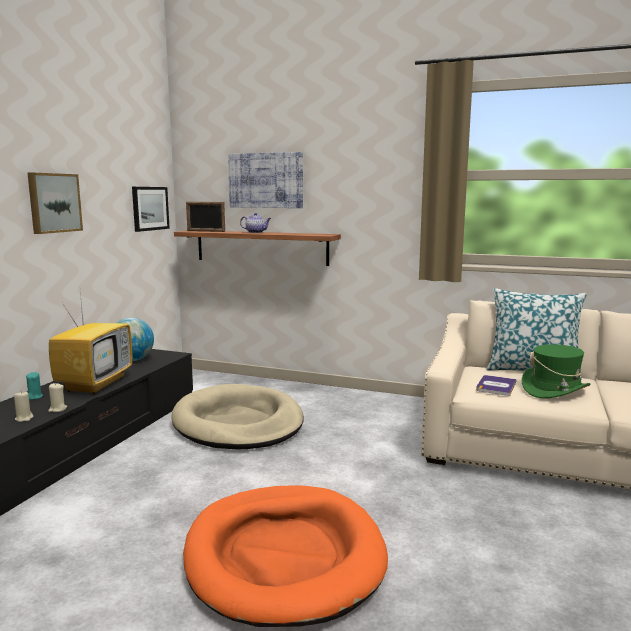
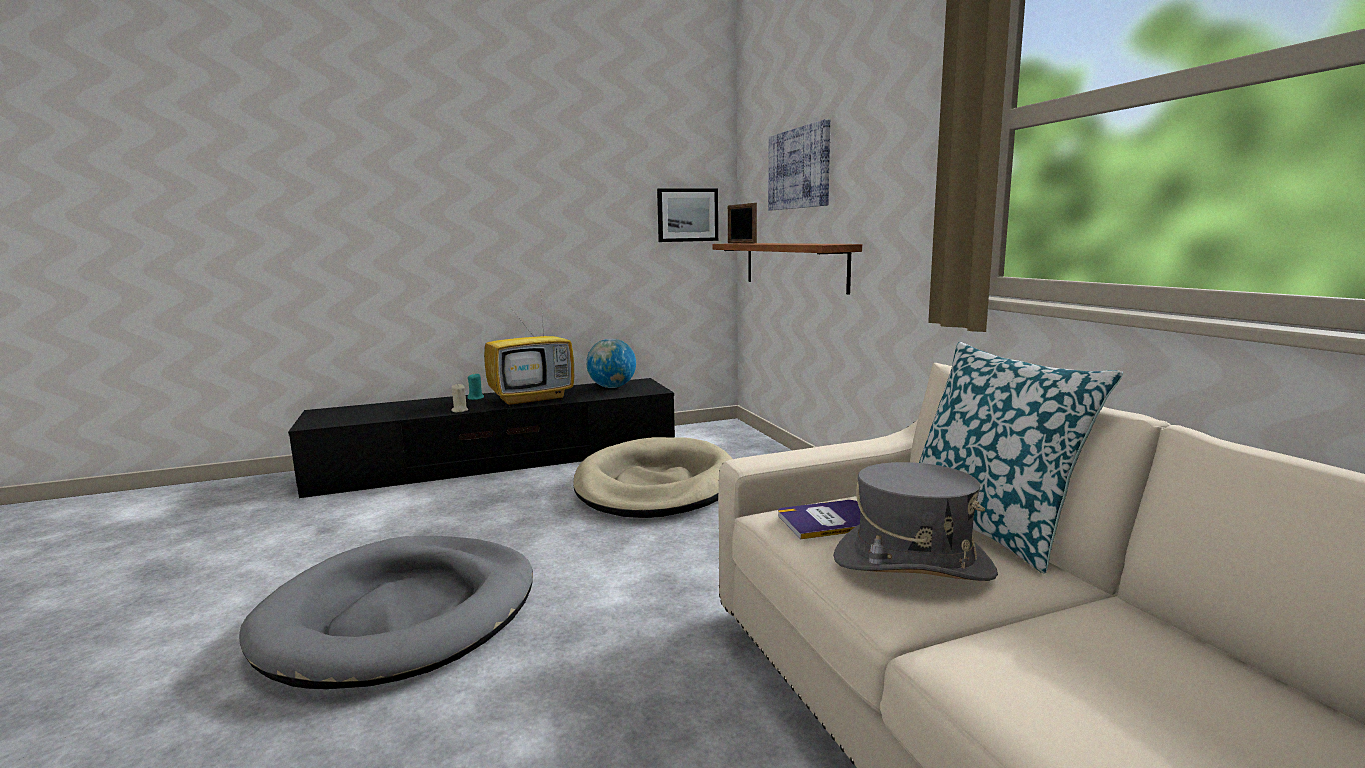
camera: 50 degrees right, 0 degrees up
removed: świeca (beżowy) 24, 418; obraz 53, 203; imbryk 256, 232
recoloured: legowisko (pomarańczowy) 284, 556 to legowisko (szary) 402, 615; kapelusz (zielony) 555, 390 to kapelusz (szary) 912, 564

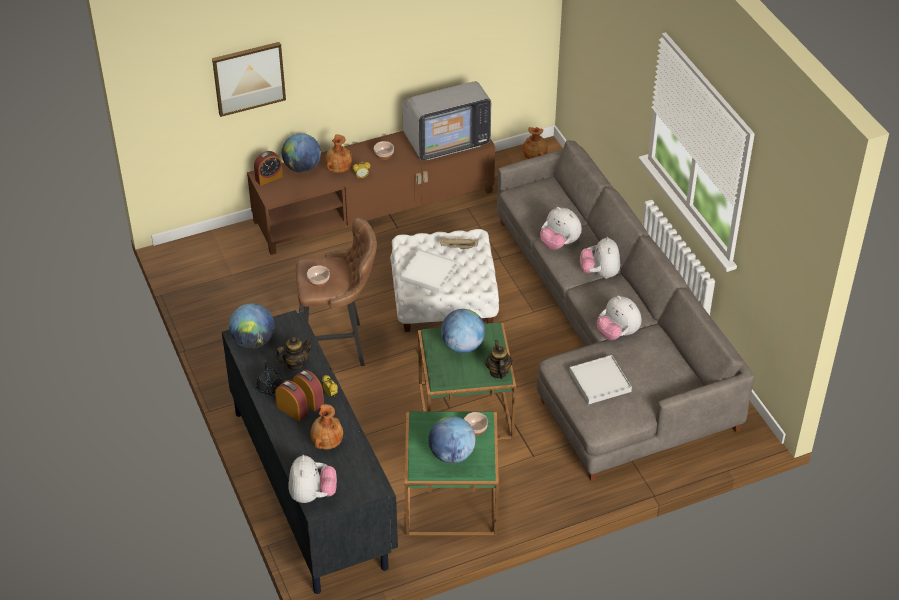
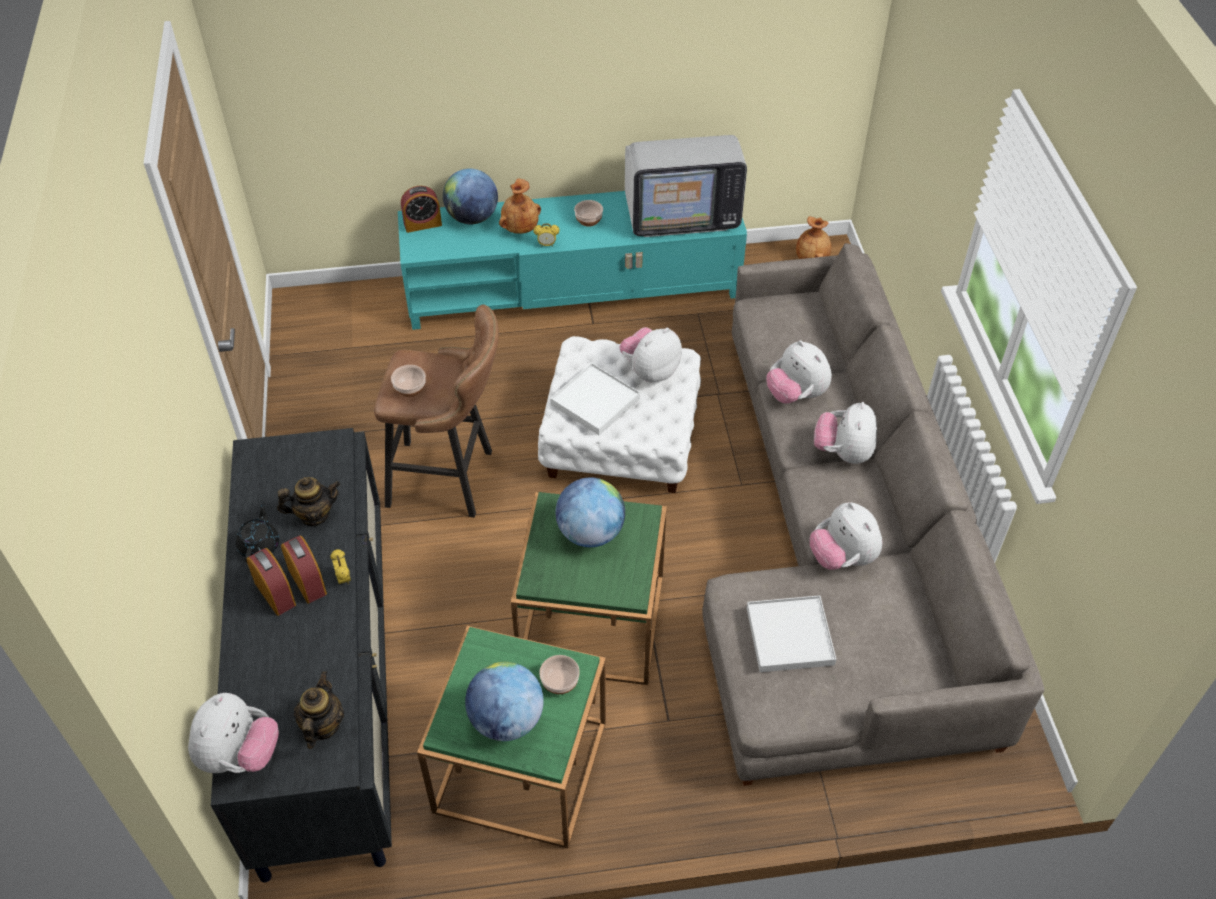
camera: 15 degrees right, 5 degrees up
removed: obraz 248, 78; globus 253, 341; wazon (brązowy) 326, 442
moved: imbryk 498, 372 to 322, 726
replaced: taca (beżowy) 458, 247 to pluszak 650, 371
recoloured: szafka pod telewizor (brązowy) 375, 206 to szafka pod telewizor (turkusowy) 574, 288

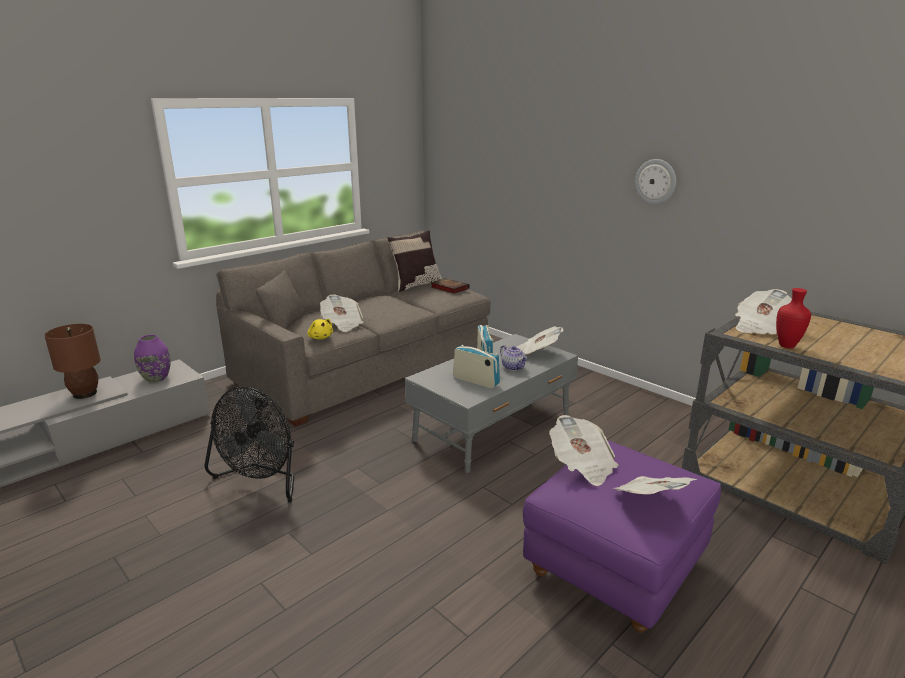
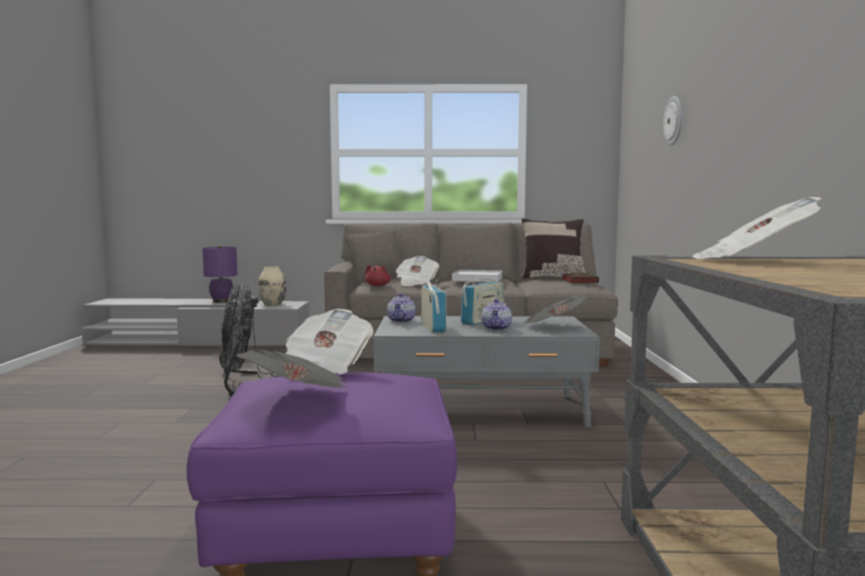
camera: 45 degrees right, 15 degrees down
removed: wazon (czerwony) 788, 346
added: imbryk 401, 321; taca (biały) 477, 279
moved: zegar ścienny 656, 181 to 674, 121
recoloured: lampa stołowa (brązowy) 85, 393 to lampa stołowa (fioletowy) 221, 301; wazon (fioletowy) 156, 378 to wazon (beżowy) 272, 304; pluszak (żółty) 320, 337 to pluszak (czerwony) 378, 286

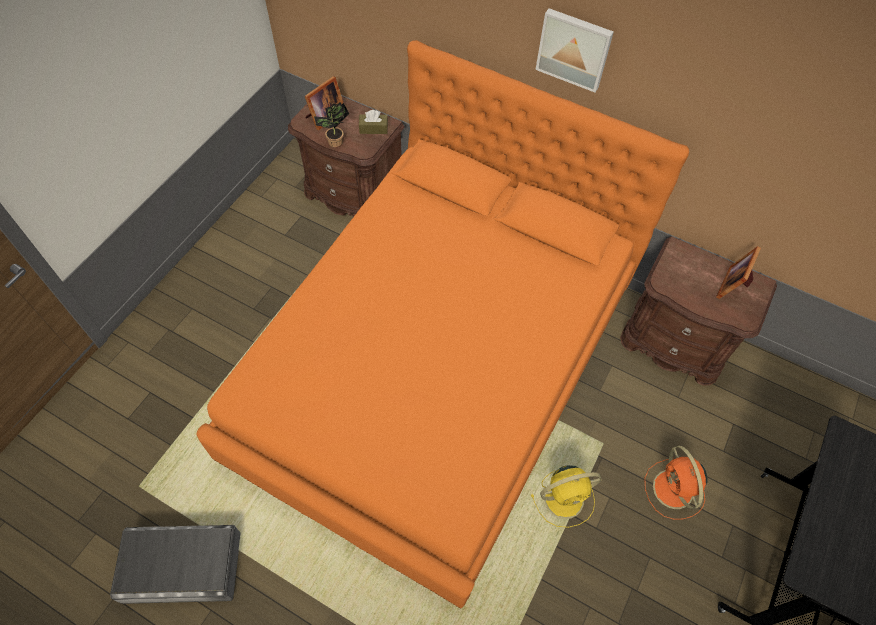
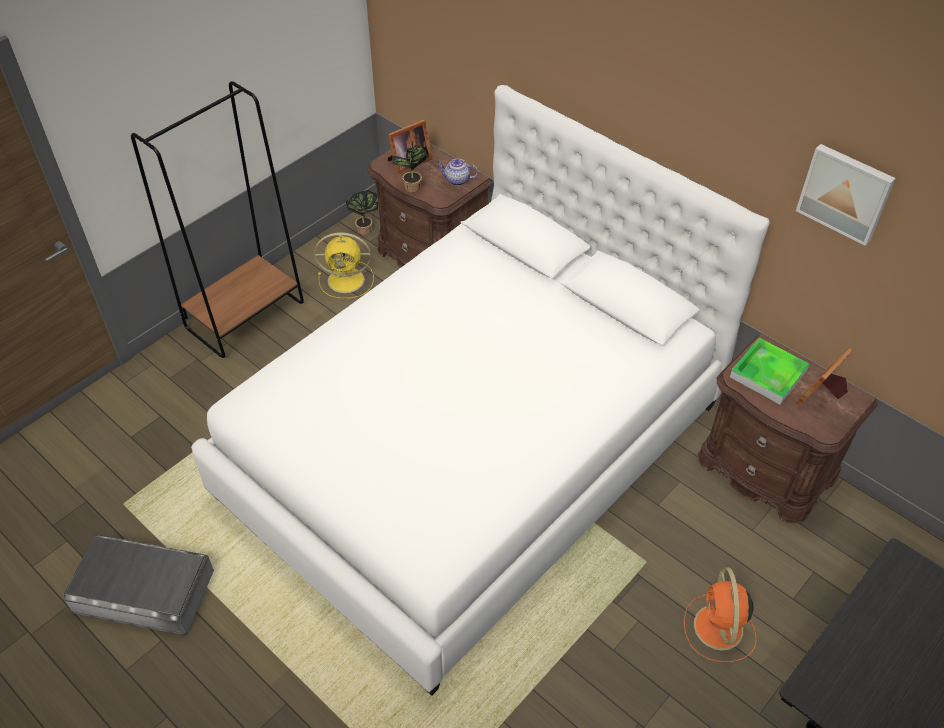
camera: 15 degrees right, 10 degrees down
added: wieszak 245, 316; roślina doniczkowa 365, 228; taca 768, 374
moved: wentylator (żółty) 565, 497 to 347, 280; obraz 574, 49 to 845, 192
replaced: pudełko chusteczek (brązowy) 373, 128 to imbryk 457, 180
recoloured: łóżko (pomarańczowy) 436, 370 to łóżko (biały) 473, 449

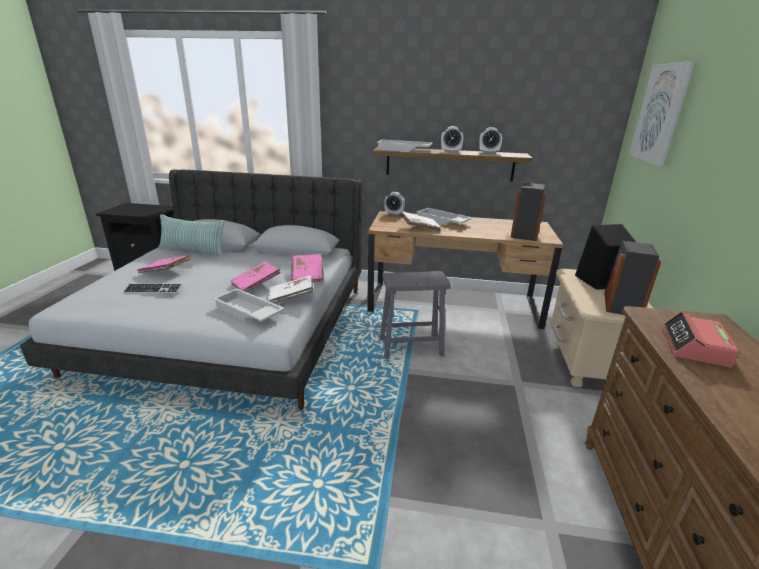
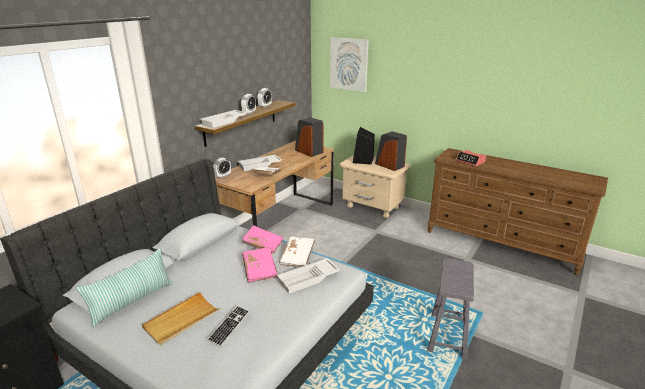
camera: 65 degrees left, 0 degrees up
moved: stołek (szary) 411, 347 to 448, 336
replaced: książka (różowy) 165, 271 to taca (beżowy) 181, 320

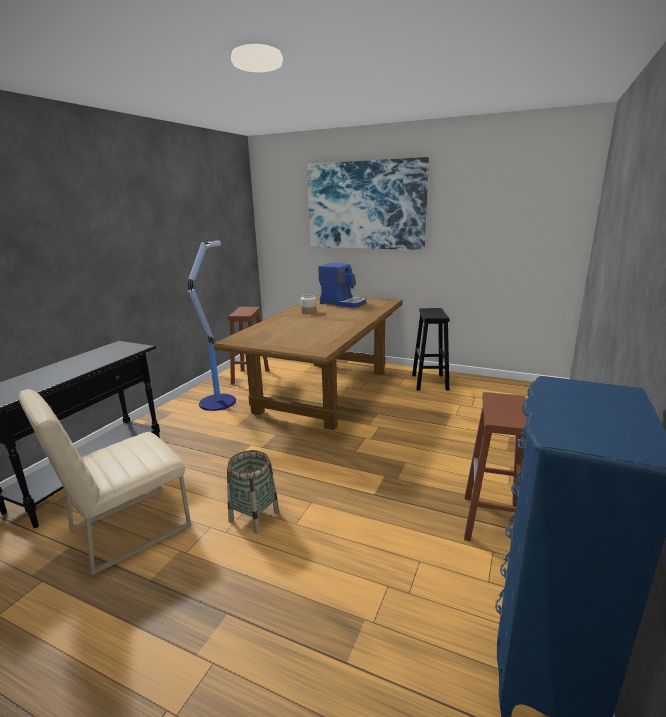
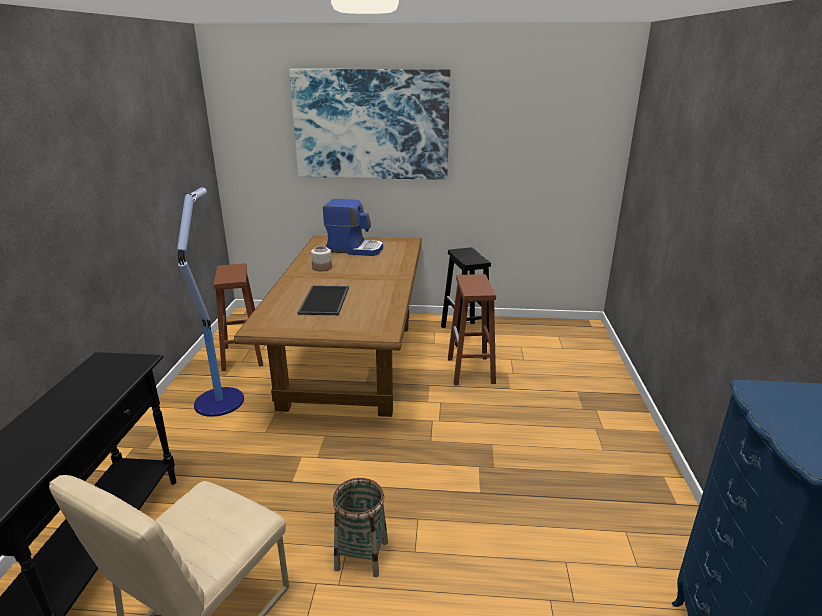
camera: 20 degrees left, 5 degrees up
added: taca 325, 301
moved: stołek (brązowy) 492, 522 to 471, 371

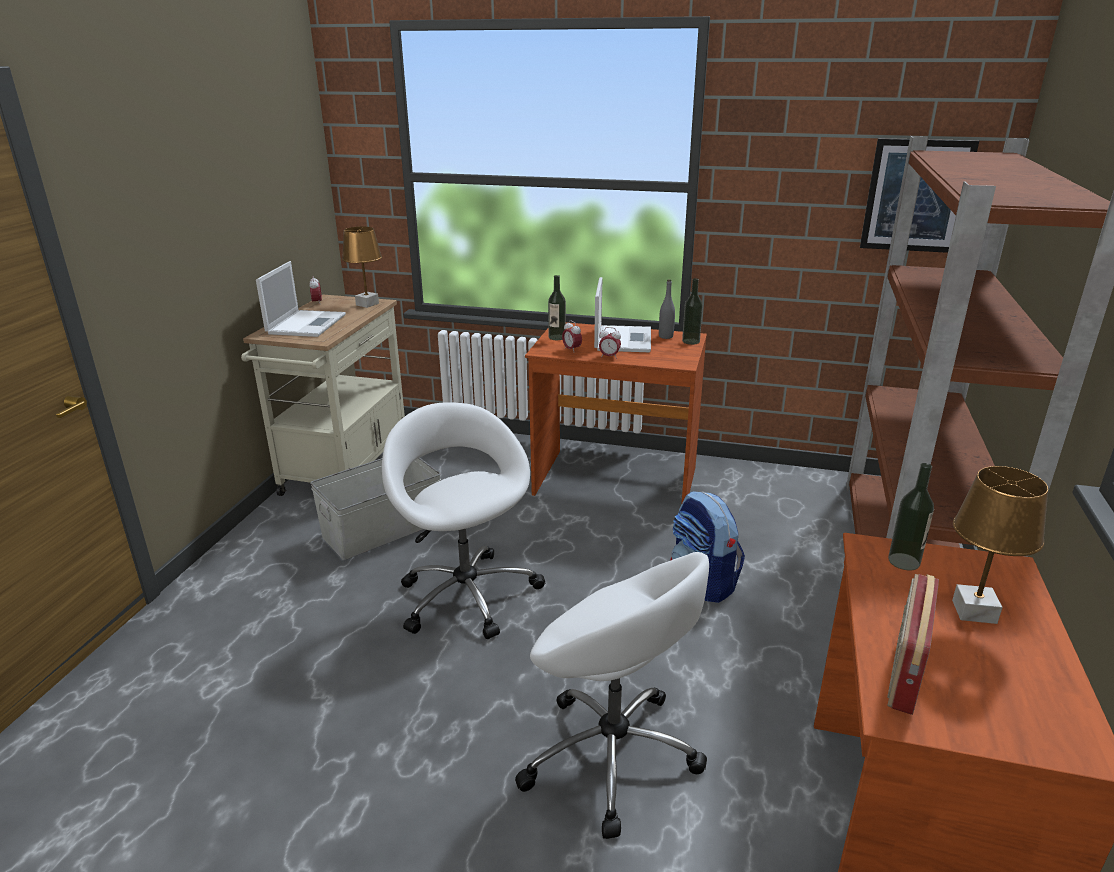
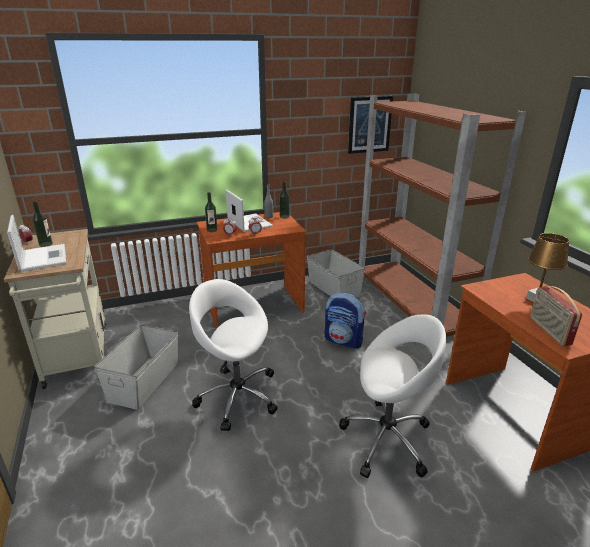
camera: 35 degrees left, 0 degrees up
removed: lampa stołowa (brązowy) 367, 304
added: pojemnik do przechowywania (szary) 334, 288
moved: butelka 904, 561 to 46, 244

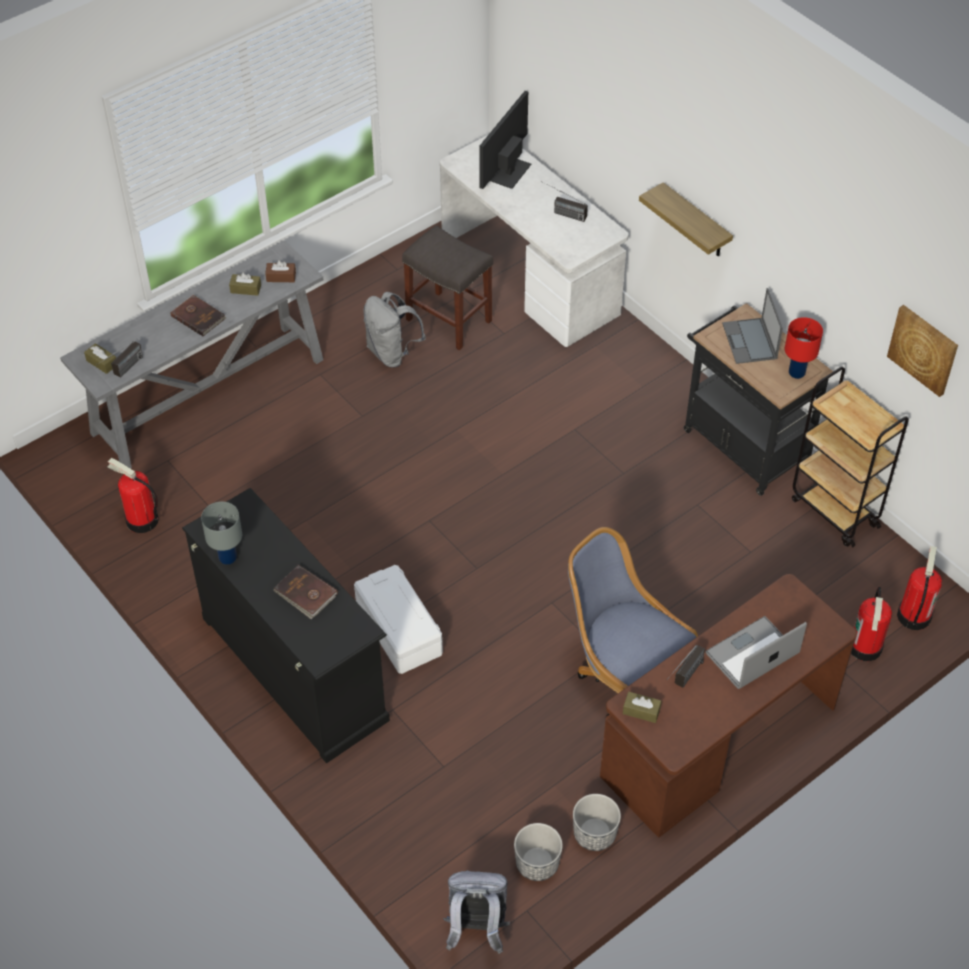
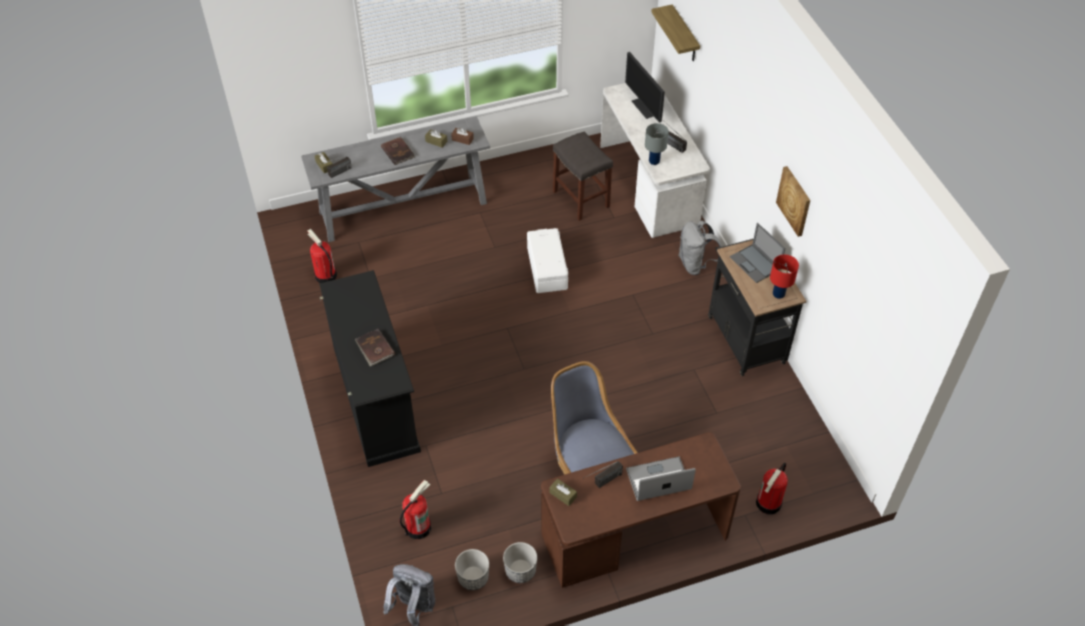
camera: 20 degrees right, 0 degrees up
removed: wózek (brązowy) 835, 513
moved: lampa stołowa (szary) 228, 557 to 654, 161; pojemnik do przechowywania (biały) 397, 629 to 546, 268; plecak (szary) 392, 353 to 695, 264; półka 696, 222 to 685, 35; obraz 923, 349 to 794, 201; gaśnica 913, 615 to 418, 527
turned: monitor 509, 172 = 646, 107 75 degrees counterclockwise; laptop 750, 341 = 755, 263 45 degrees counterclockwise

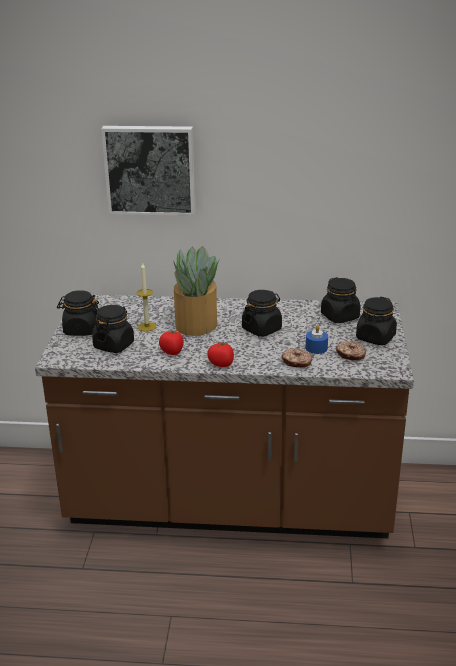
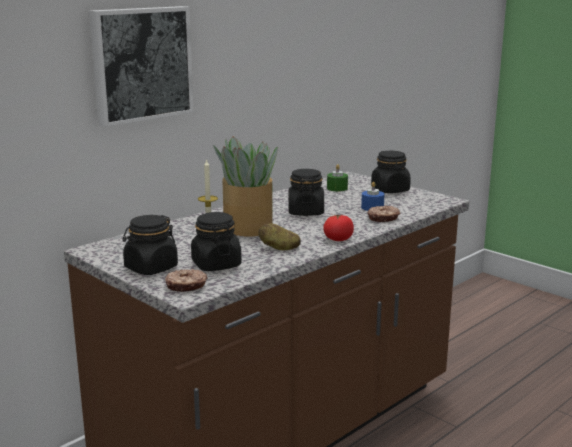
camera: 50 degrees left, 10 degrees down
moved: donut 350, 355 to 186, 286
replaced: pomidor 172, 351 to ziemniak 279, 248; słoik (czarny) 340, 316 to świeca (zielony) 337, 188

